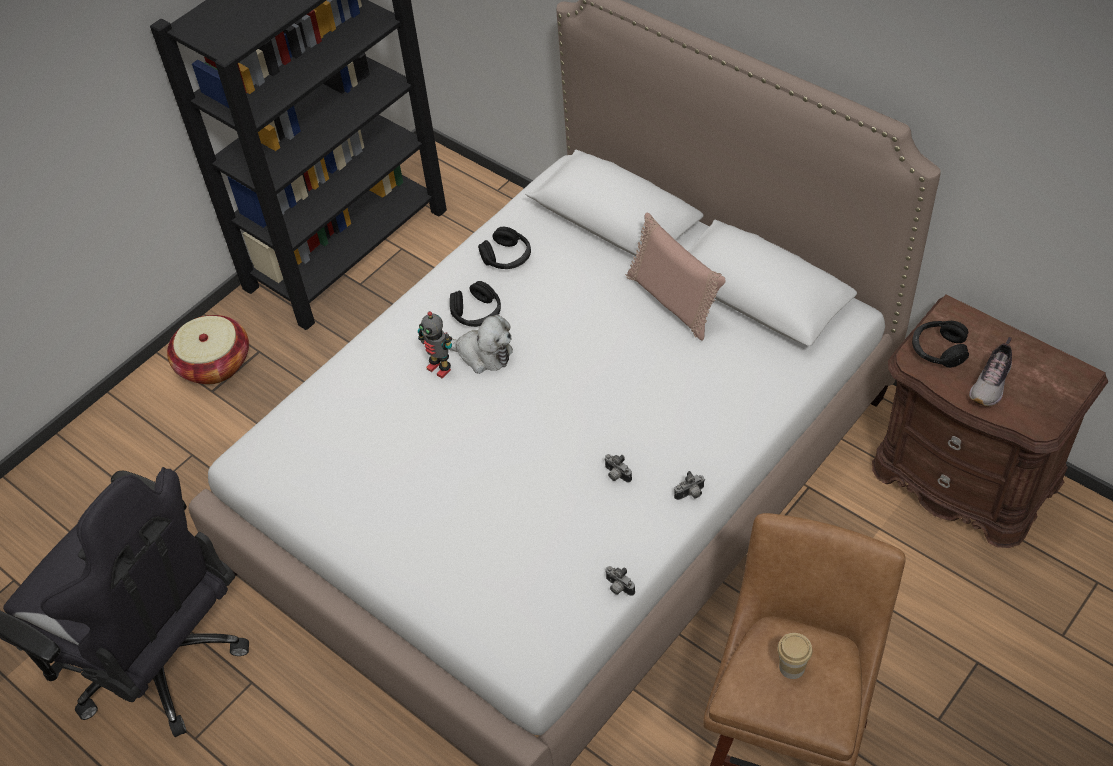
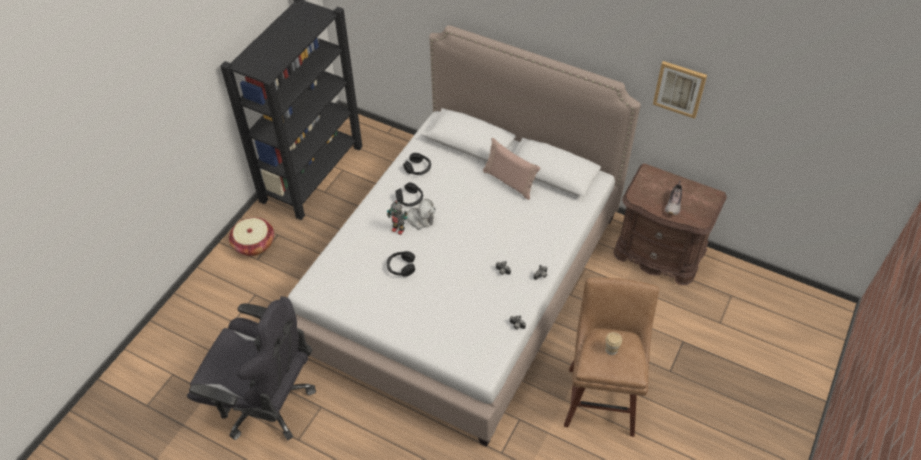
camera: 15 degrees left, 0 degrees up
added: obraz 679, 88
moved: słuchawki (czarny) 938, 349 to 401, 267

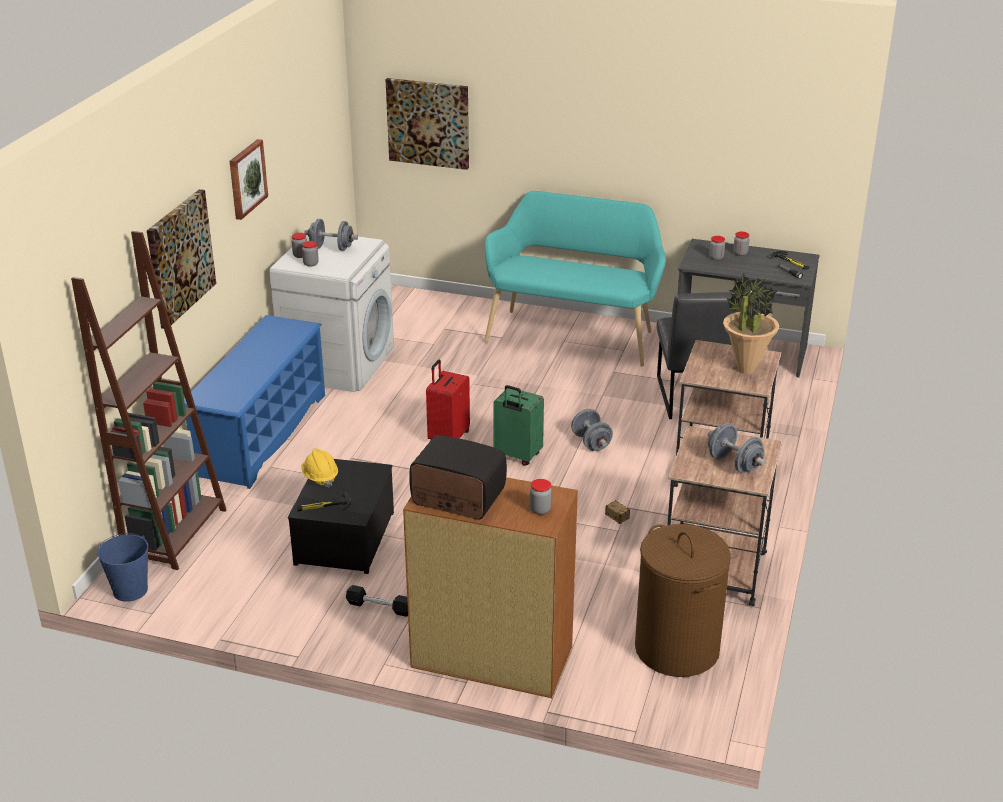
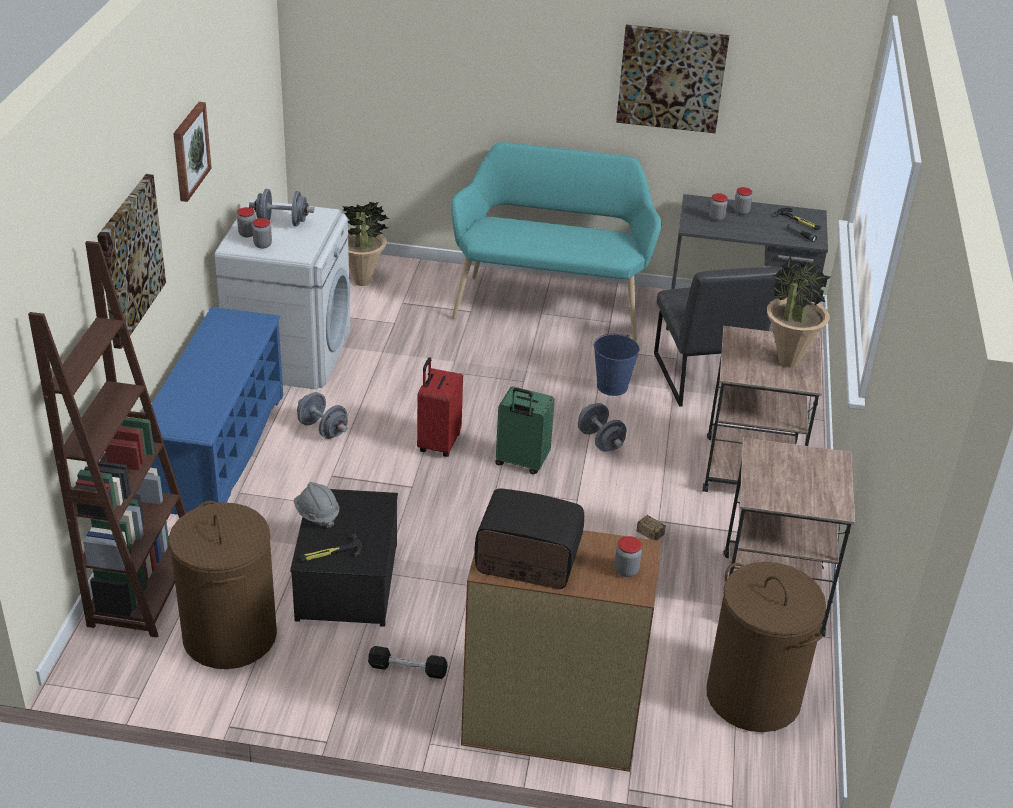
camera: 10 degrees left, 5 degrees up
added: kosz na pranie (brązowy) 229, 636; roślina doniczkowa 363, 281
moved: wiadro (niebieski) 130, 590 to 612, 386; obraz 428, 123 to 671, 78; hantel (szary) 734, 464 to 323, 429
recoloured: kask (żółty) 320, 477 to kask (szary) 317, 514

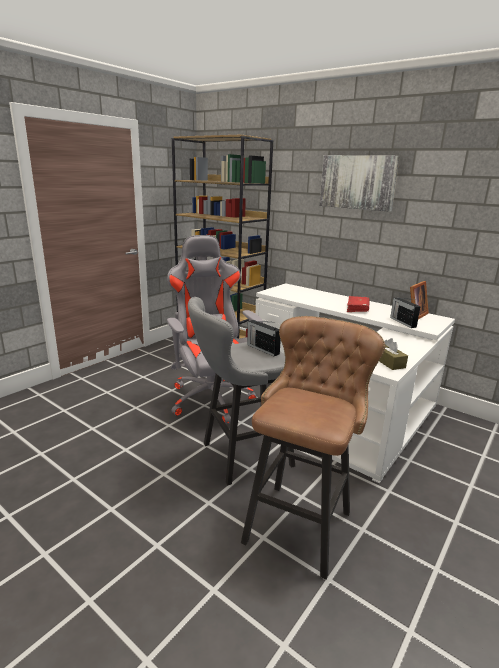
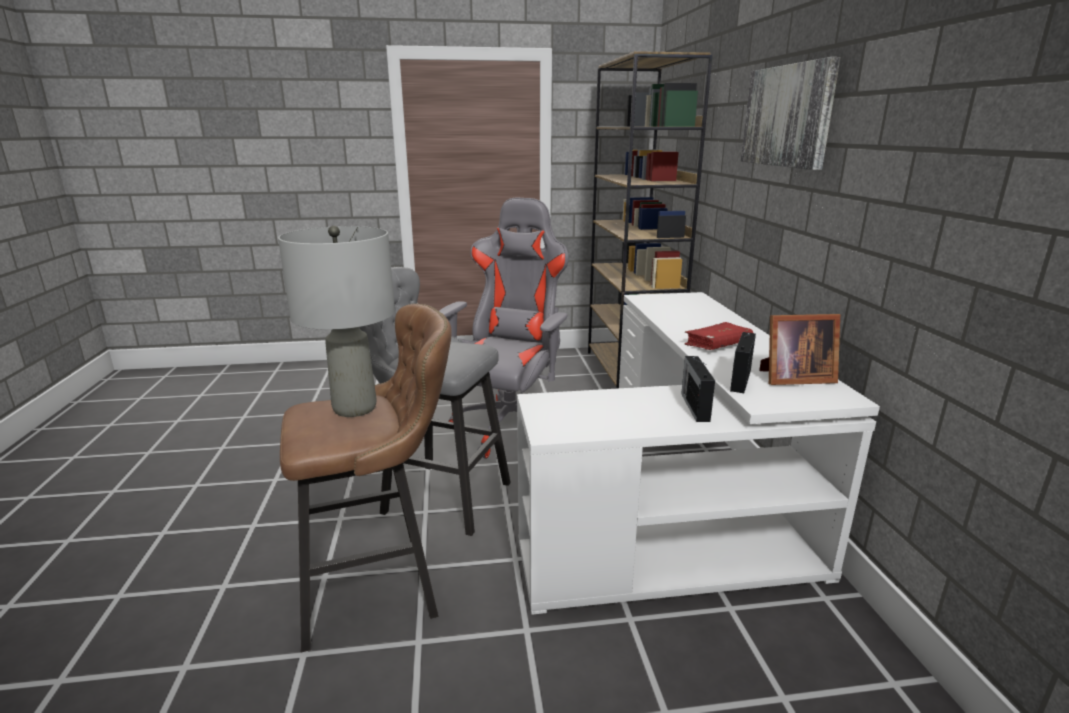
camera: 45 degrees right, 0 degrees up
removed: pudełko chusteczek (brązowy) 389, 362
added: lampa stołowa (szary) 354, 408
moved: radio 262, 349 to 695, 406

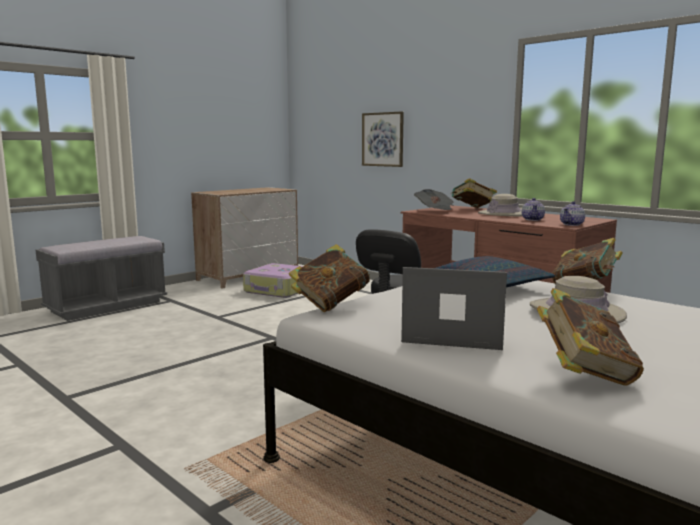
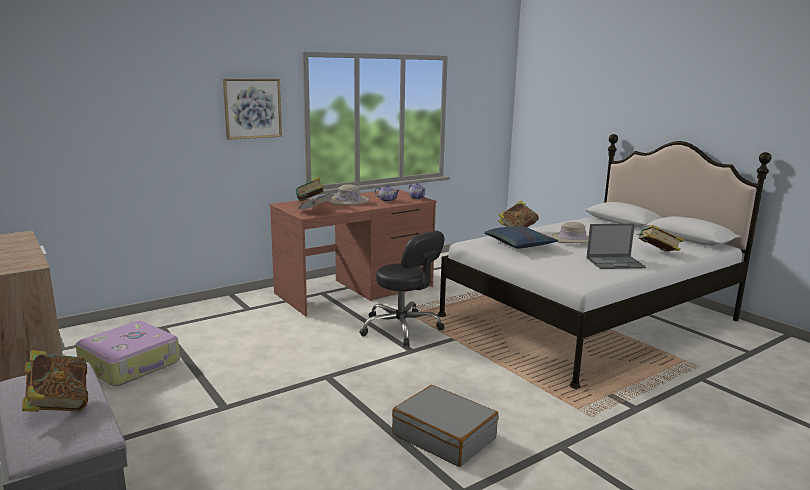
camera: 80 degrees left, 5 degrees up
added: walizka (szary) 444, 436
moved: książka 330, 304 to 59, 405; obraz 382, 139 to 252, 108
turned: laptop 451, 335 = 615, 263 120 degrees counterclockwise

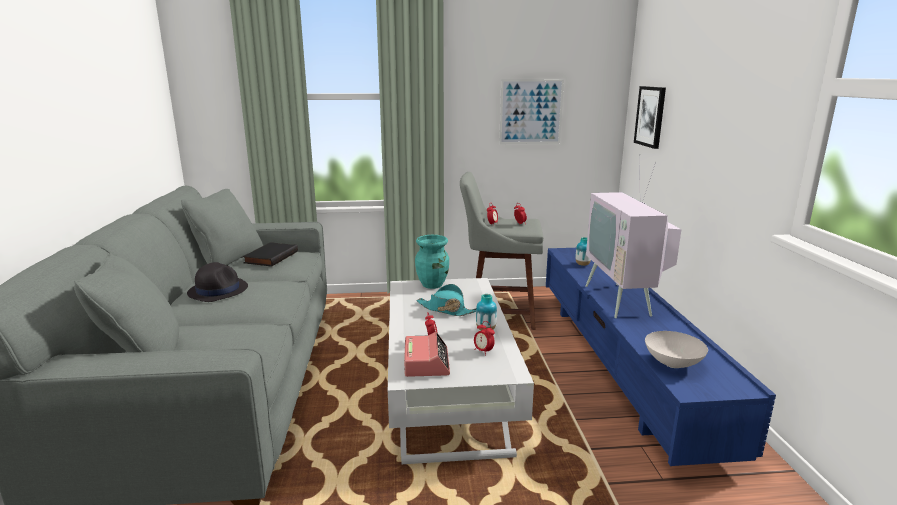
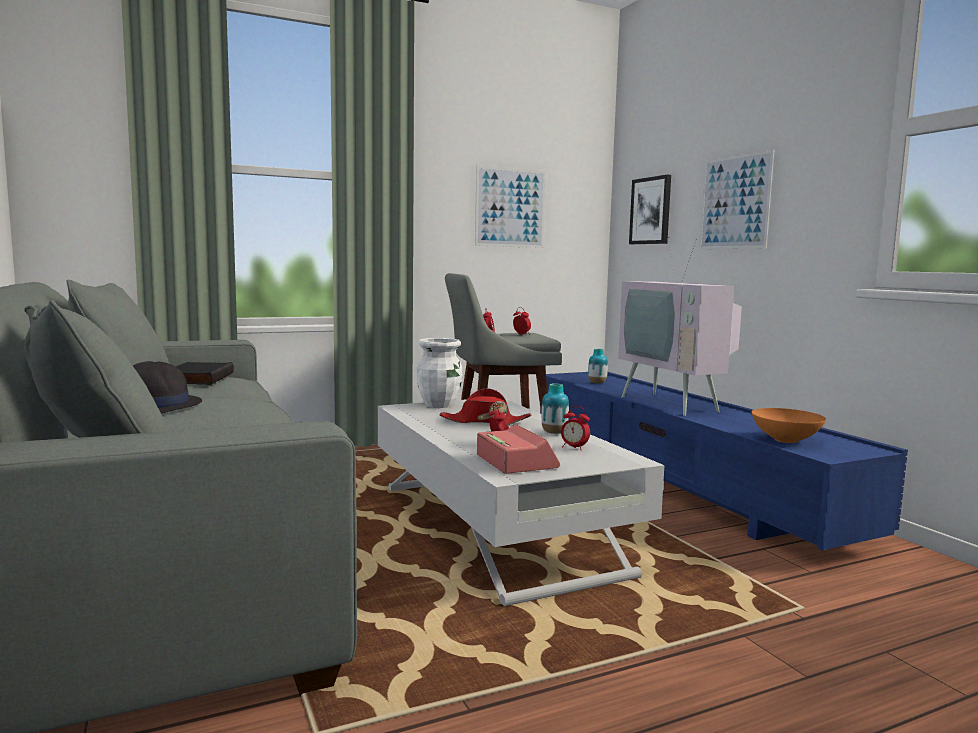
camera: 20 degrees left, 10 degrees down
added: obraz 734, 202
recoloured: wazon (turkusowy) 433, 285 to wazon (biały) 439, 405; kapelusz (turkusowy) 446, 310 to kapelusz (czerwony) 484, 422; miska (biały) 672, 364 to miska (pomarańczowy) 785, 440

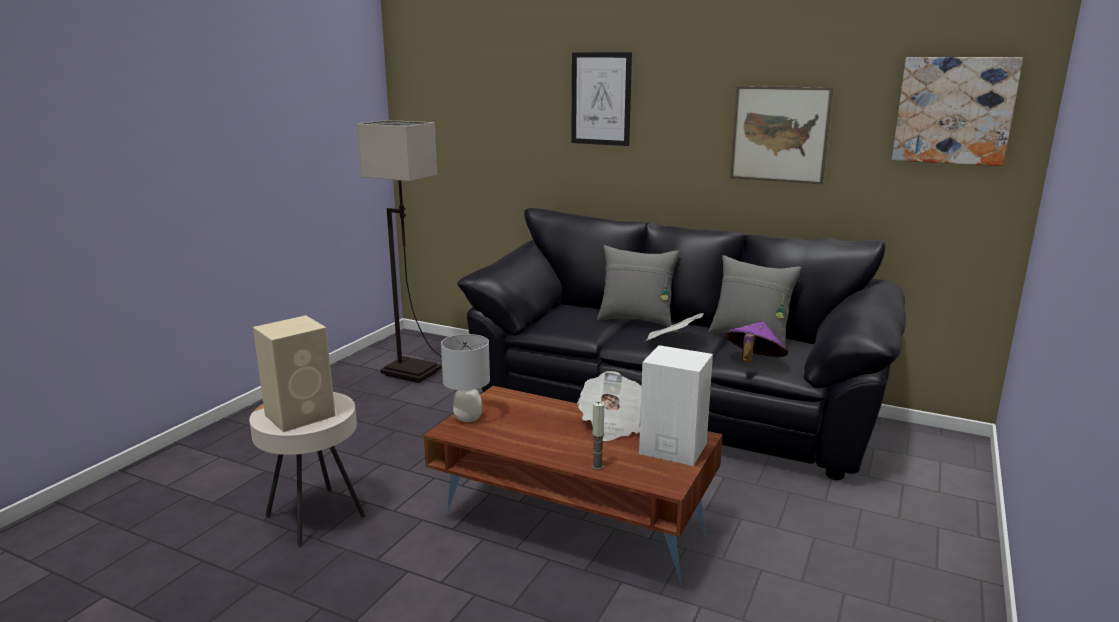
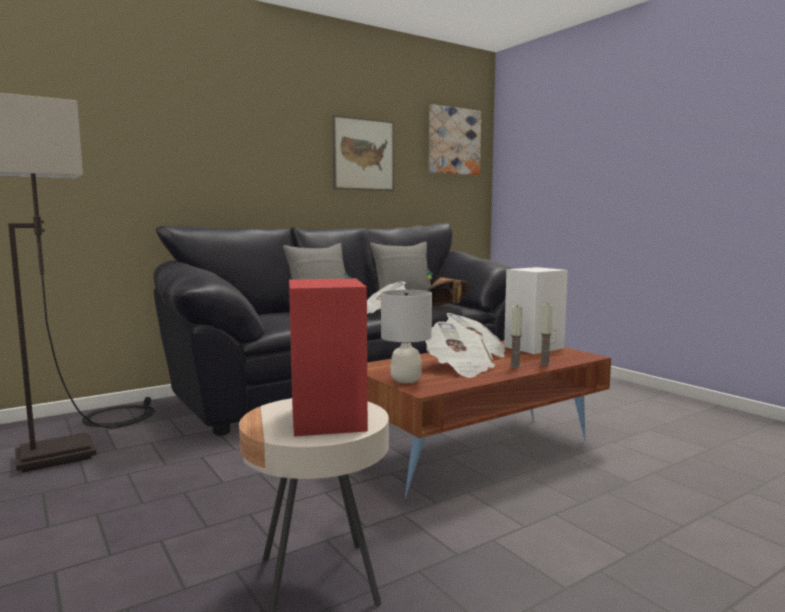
camera: 60 degrees left, 10 degrees down
removed: obraz 601, 99
added: gazeta 458, 368; świeca 515, 366
recoloured: głośnik (beżowy) 301, 415 to głośnik (czerwony) 327, 419; kapelusz (fioletowy) 753, 362 to kapelusz (brązowy) 445, 308

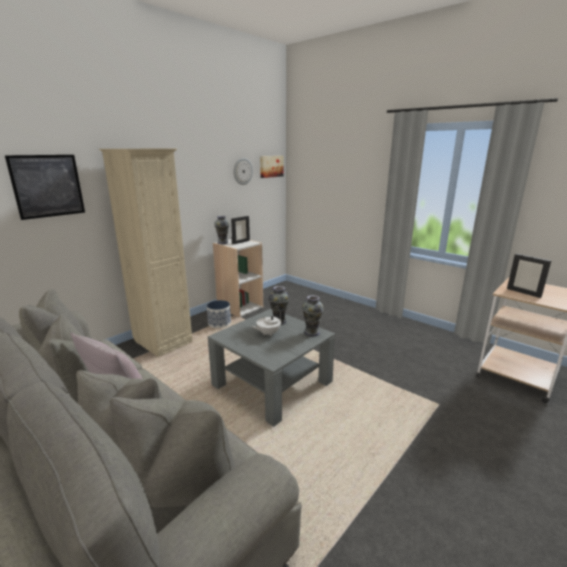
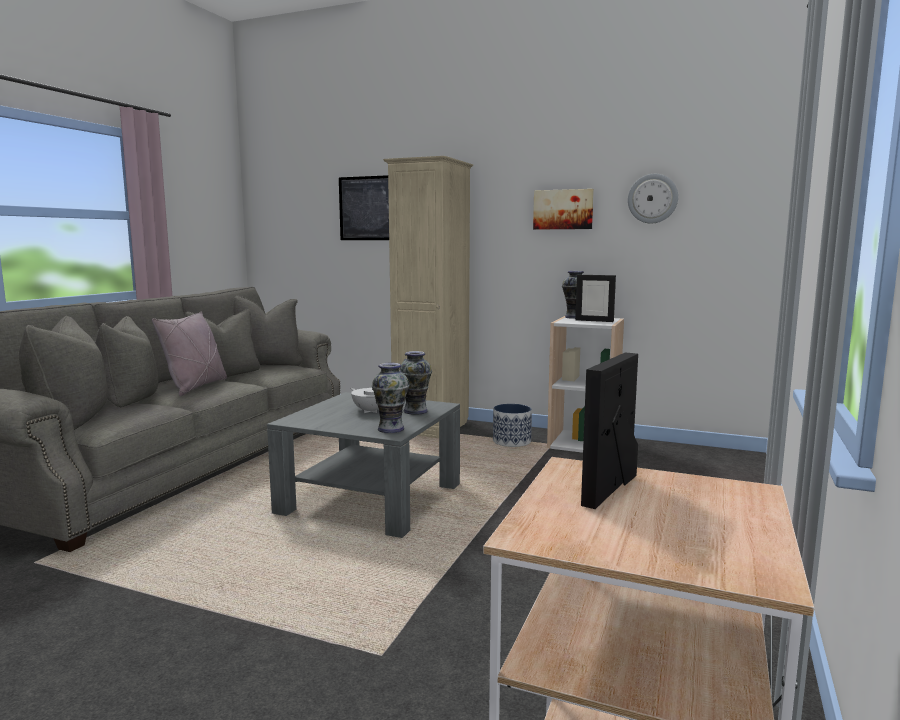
camera: 70 degrees right, 10 degrees down
moved: obraz 271, 166 to 563, 209

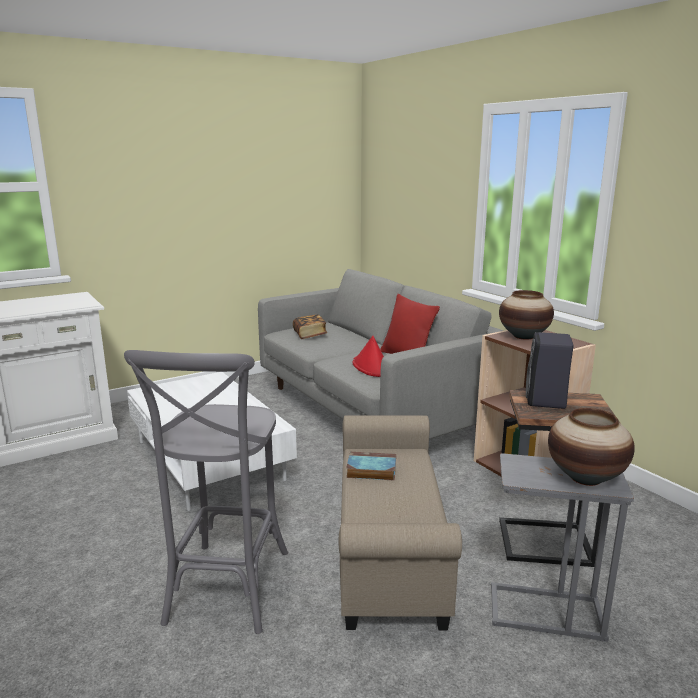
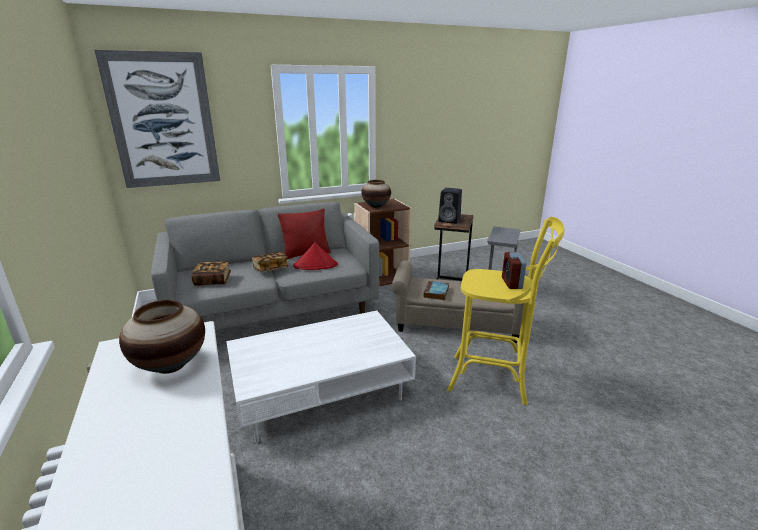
camera: 80 degrees left, 5 degrees up
added: obraz 163, 121; książka 270, 269; budzik 511, 283
moved: wazon 585, 478 to 170, 365
recoloured: stołek (szary) 226, 590 to stołek (żółty) 493, 380

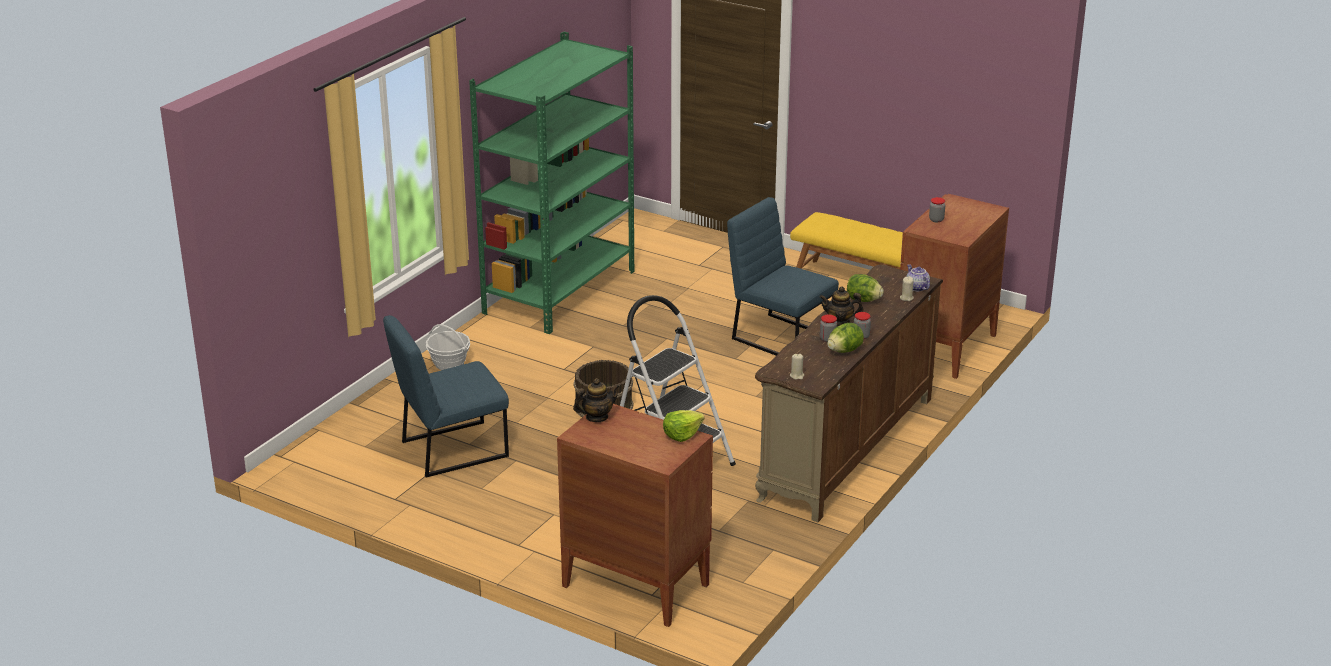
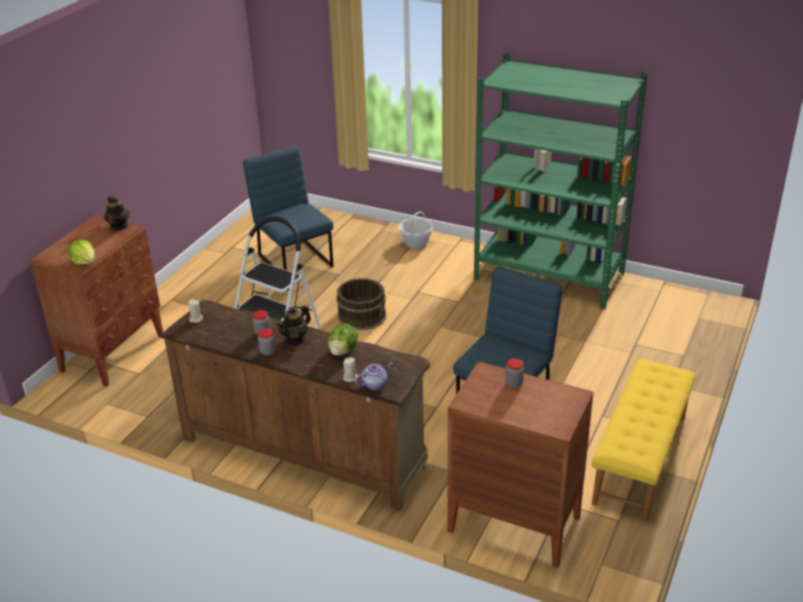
camera: 85 degrees right, 5 degrees up
removed: sałata 844, 350
turned: imbryk 840, 322 = 295, 338 135 degrees counterclockwise

